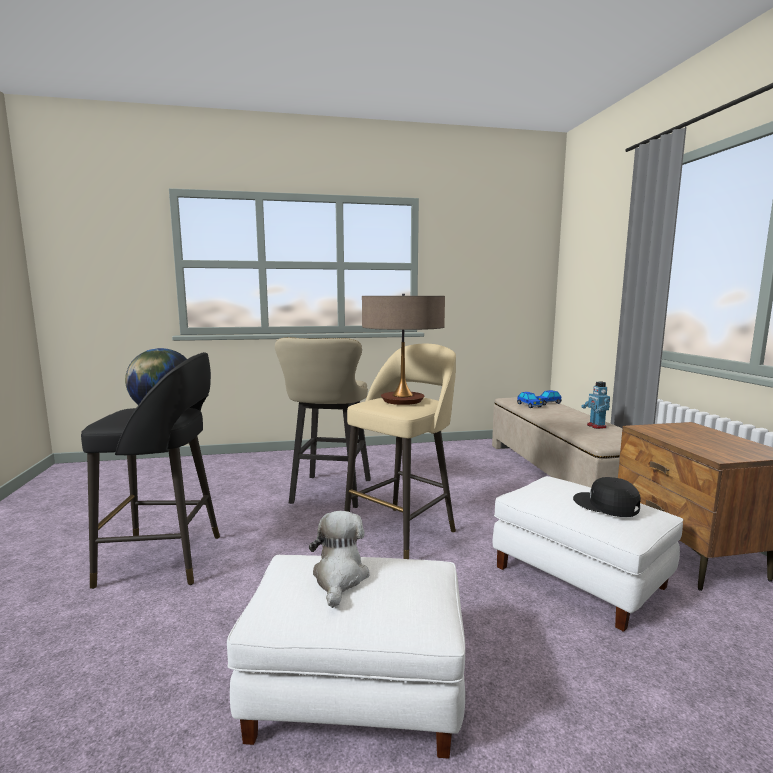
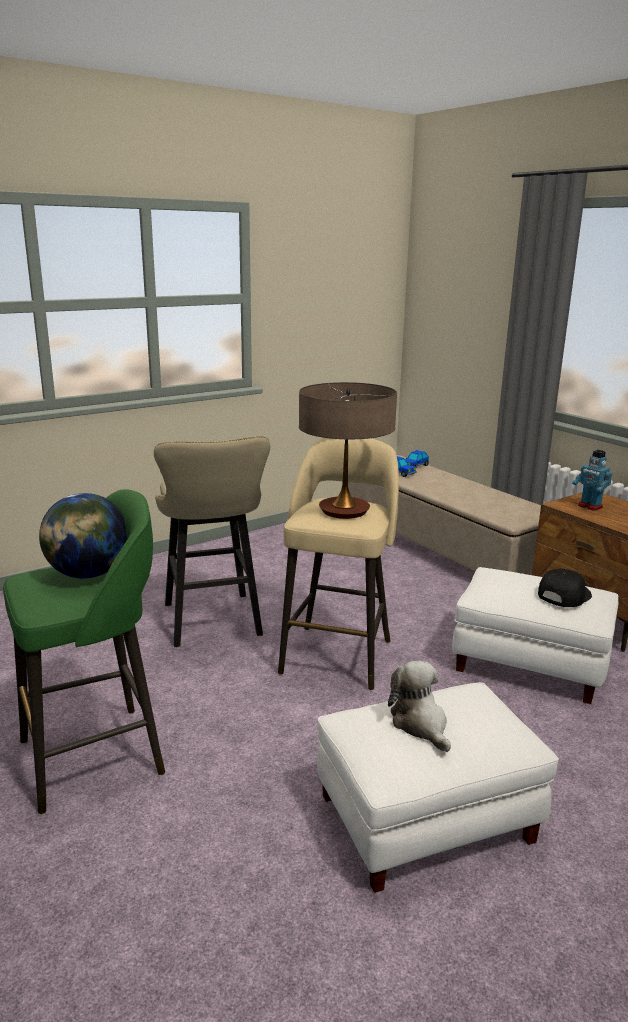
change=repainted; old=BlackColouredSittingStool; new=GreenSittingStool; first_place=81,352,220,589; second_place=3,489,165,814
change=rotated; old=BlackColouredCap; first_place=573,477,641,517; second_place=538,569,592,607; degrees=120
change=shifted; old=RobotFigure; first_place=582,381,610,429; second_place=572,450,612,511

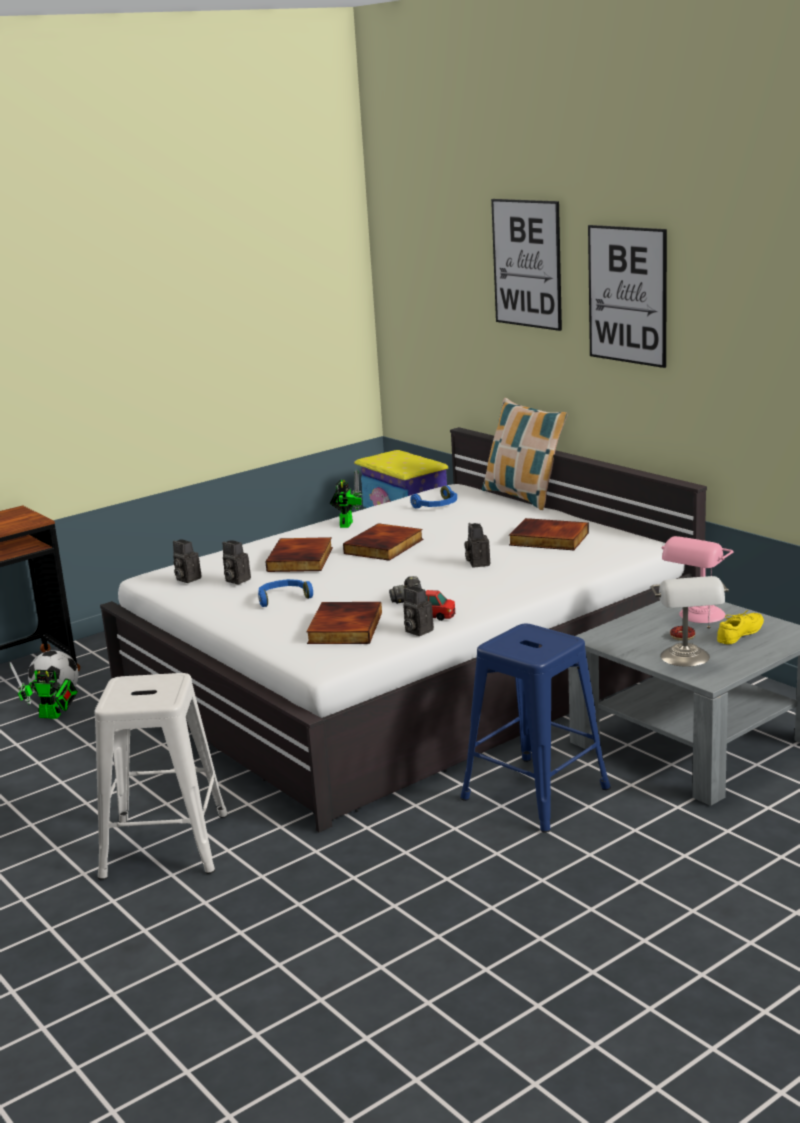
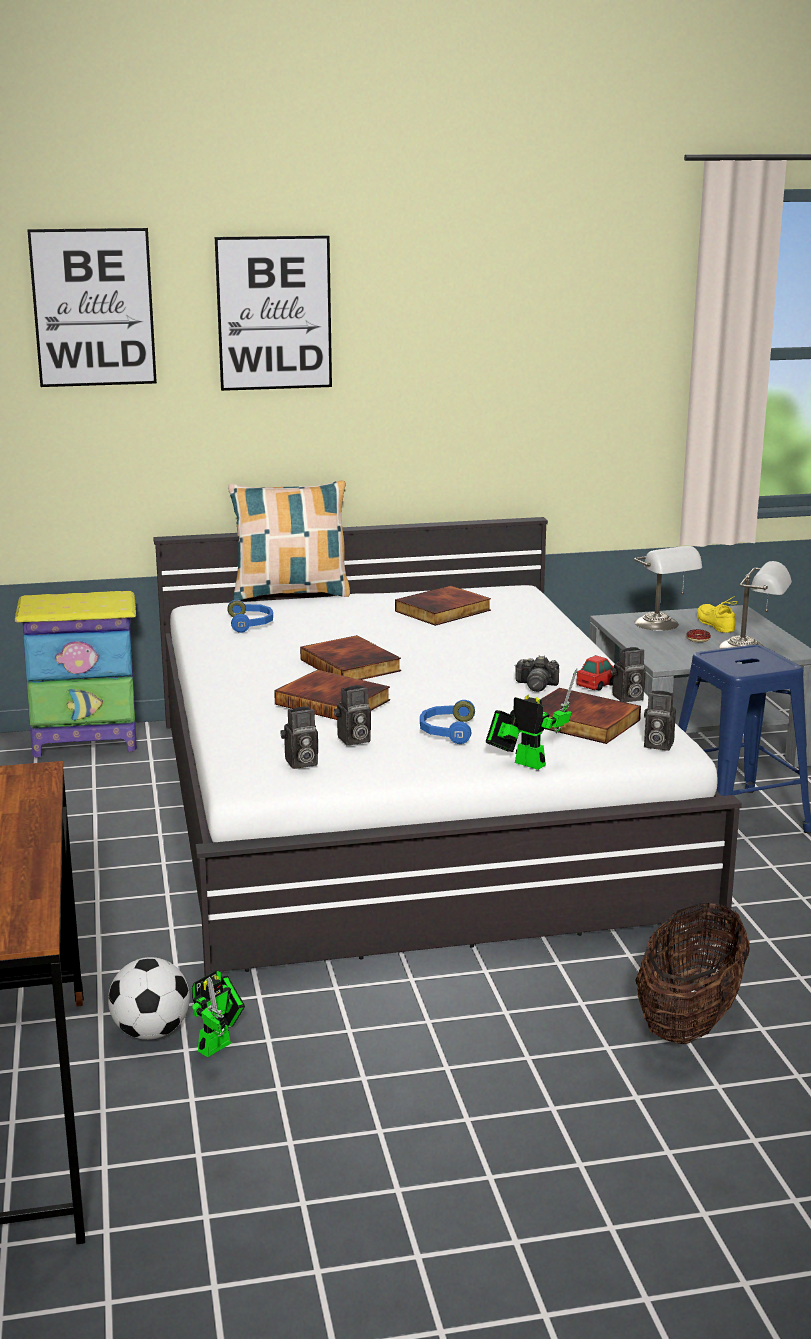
change=shifted; old=WallArt; first_place=588,225,667,368; second_place=27,228,157,387
change=shifted; old=RobotFigure; first_place=330,469,362,528; second_place=486,668,577,770
change=repainted; old=PinkishTabletopLamp; new=WhiteColouredTabletopLamp; first_place=662,536,734,623; second_place=634,546,702,631
change=swapped; old=WhiteColouredSittingStool; new=StorageBasket; first_place=94,673,228,880; second_place=635,903,750,1044
change=shifted; old=PhotoCamera; first_place=464,523,490,568; second_place=644,691,676,751

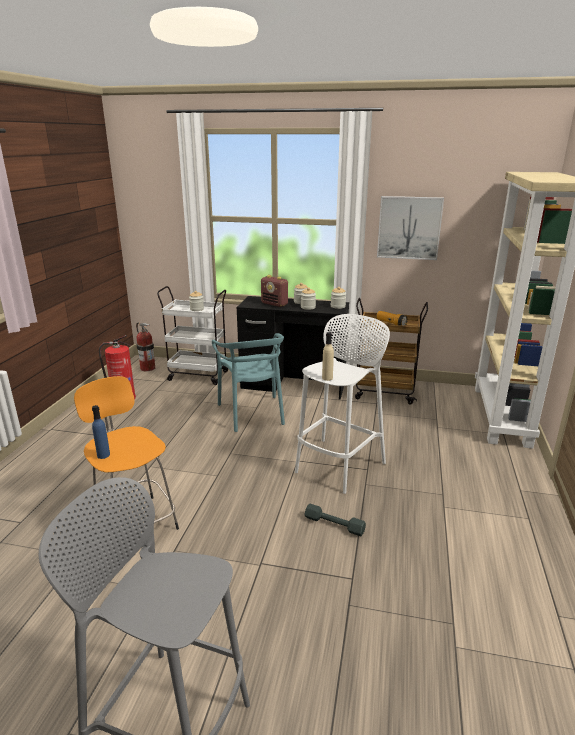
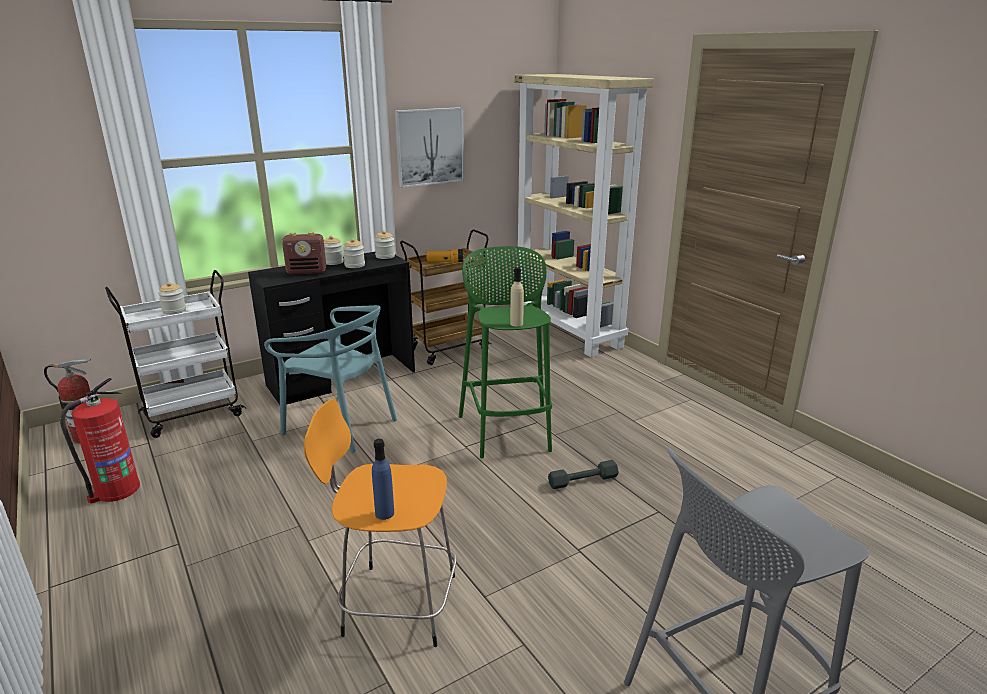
change=repainted; old=WhiteColouredSittingStool; new=GreenSittingStool; first_place=295,314,390,494; second_place=459,246,552,458

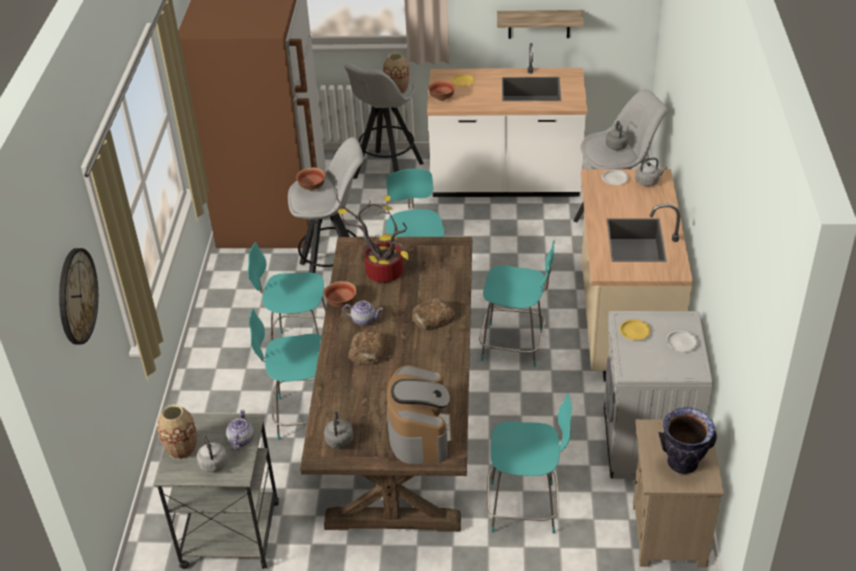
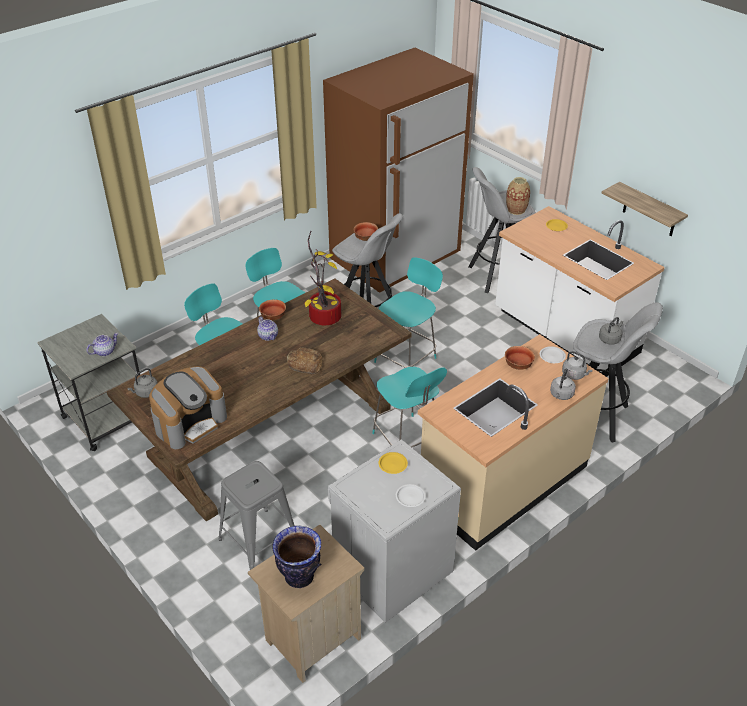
change=swapped; old=TurquoiseColouredChair; new=GreySittingStool; first_place=487,393,572,534; second_place=218,461,295,570
change=shifted; old=DeepDish; first_place=428,80,455,101; second_place=505,346,535,370
change=shifted; old=GreyWaterKettle; first_place=196,435,227,472; second_place=550,369,576,400
change=gone; old=WallClock; first_place=59,248,98,344
change=gone; old=DecorativeVase; first_place=157,404,197,459
change=gone; old=BakeryBread; first_place=348,330,386,365

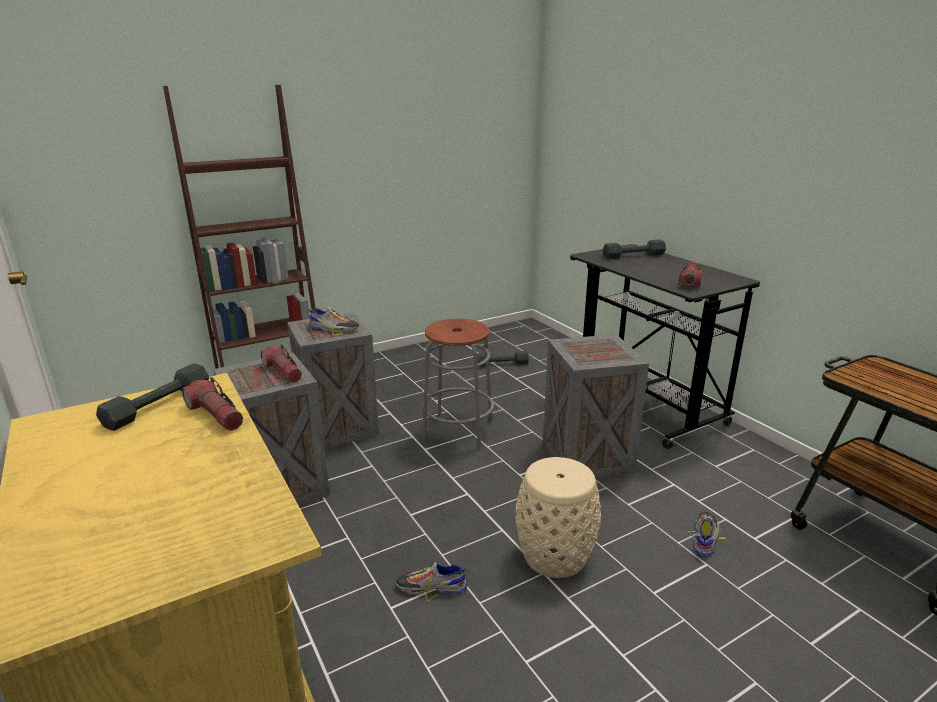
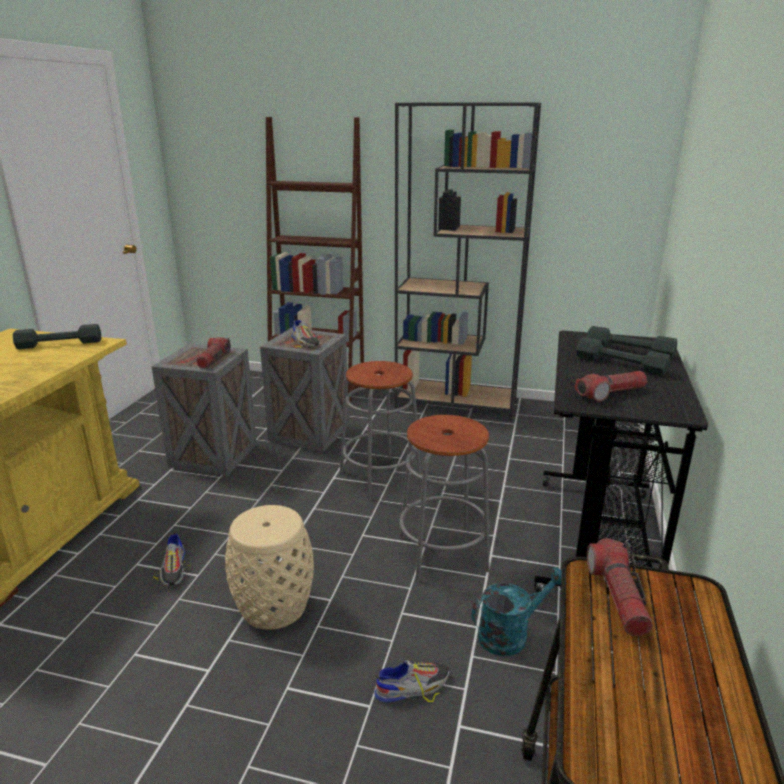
change=rotated; old=ItemOfFootwear; first_place=396,562,468,601; second_place=153,532,191,586; degrees=-150
change=new; new=Bookshelf; second_place=395,102,541,421
change=swapped; old=ShippingCrate; new=GreySittingStool; first_place=543,334,649,478; second_place=399,415,490,582
change=new; new=TurquoiseColouredSprinklingCan; second_place=471,567,562,656
change=shifted; old=GreyHandWeight; first_place=477,351,529,367; second_place=576,337,670,376
change=shifted; old=Flashlight; first_place=182,377,243,431; second_place=587,538,653,636

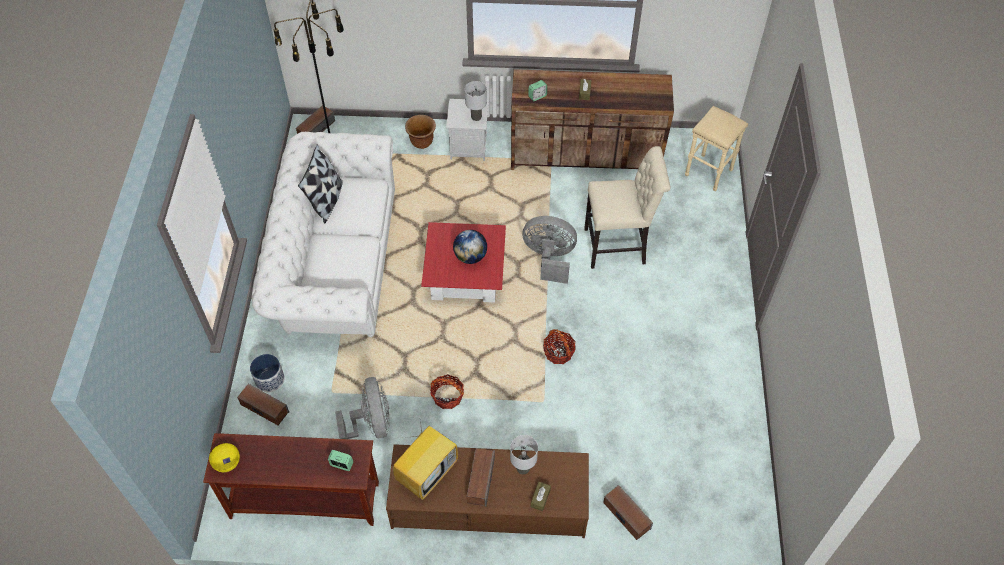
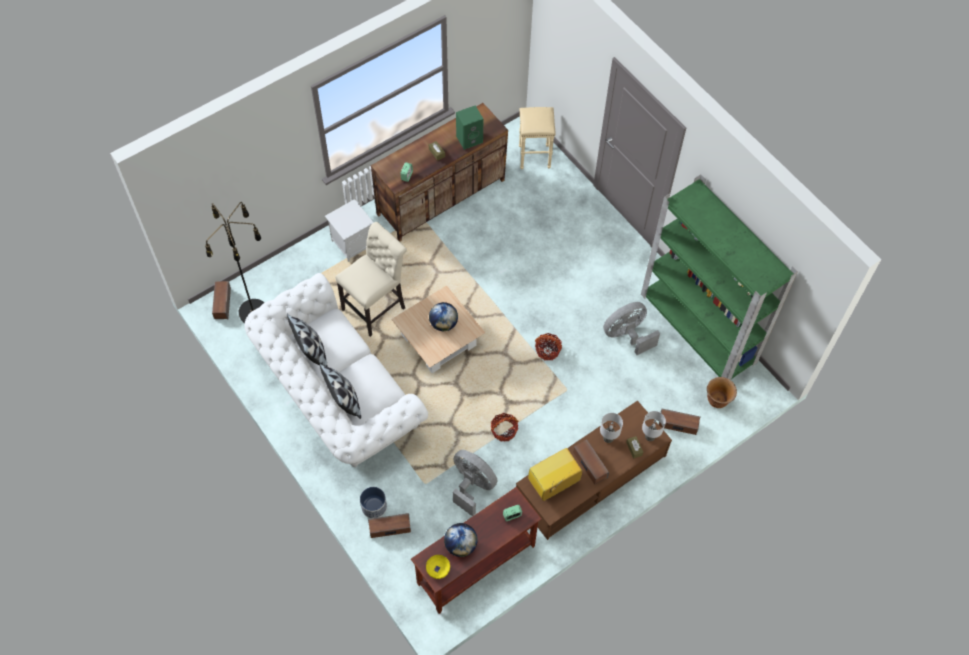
change=new; new=ThrowPillow; second_place=320,364,361,419
change=shifted; old=BeigeColouredSittingStool; first_place=584,146,671,269; second_place=335,222,407,337
change=repainted; old=ReddishLoungeTable; new=BeigeColouredLoungeTable; first_place=421,222,506,303; second_place=391,285,485,373
change=new; new=Globe; second_place=444,523,478,557
change=new; new=GreenAudioSpeaker; second_place=456,105,483,150
change=rotated; old=TvSet; first_place=393,421,458,500; second_place=528,448,582,501; degrees=-120
change=shifted; old=GreyFan; first_place=522,216,577,284; second_place=603,302,660,355
change=new; new=GreenBookshelf; second_place=641,174,798,380
change=shifted; old=WhiteColouredTabletopLamp; first_place=465,81,487,121; second_place=642,411,666,441
change=shifted; old=BrownFlowerPot; first_place=405,115,436,149; second_place=707,377,737,408

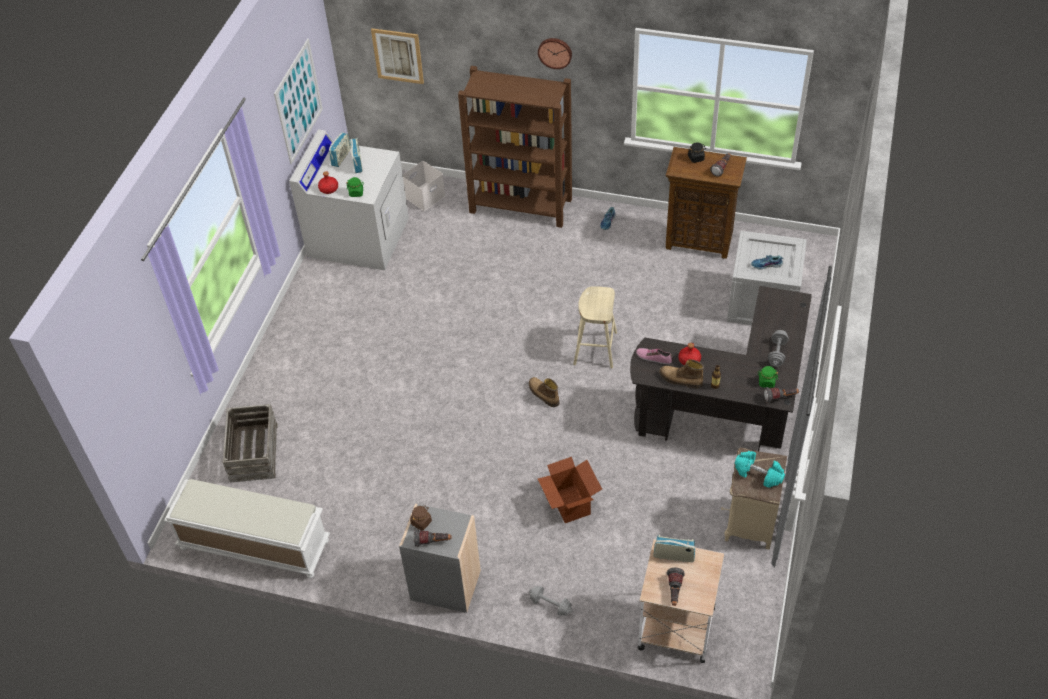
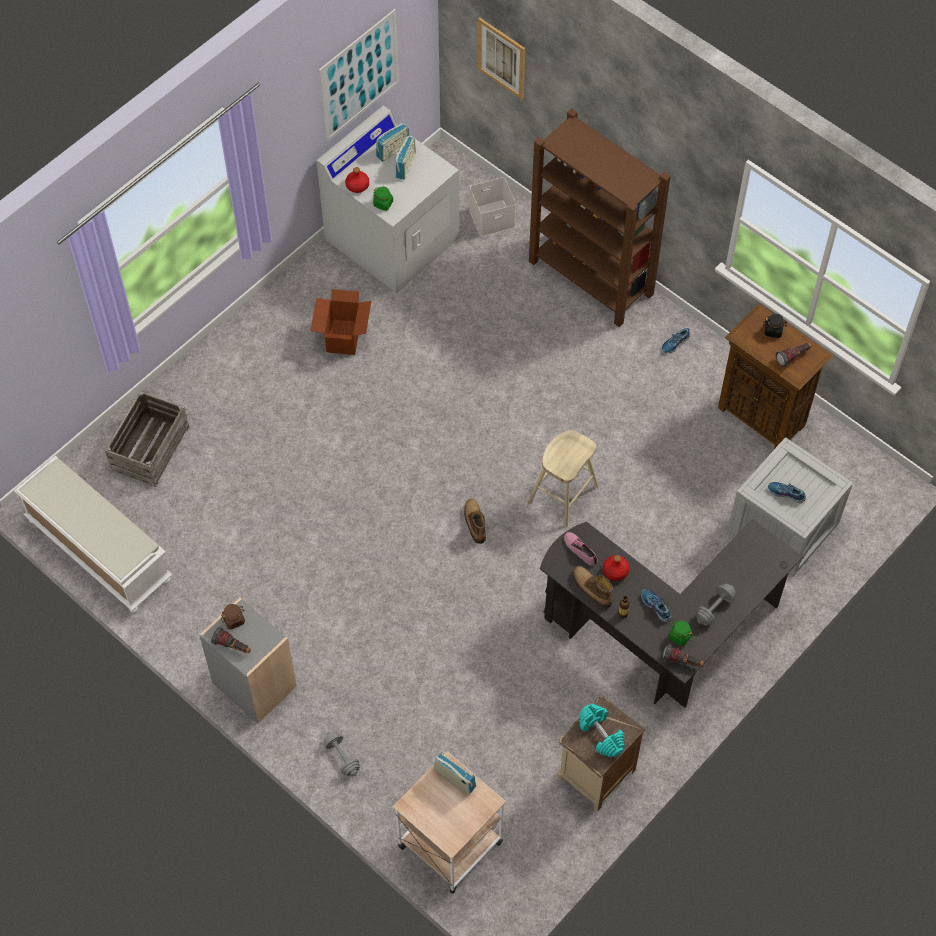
change=shifted; old=Carton; first_place=538,457,602,523; second_place=310,289,371,355
change=new; new=ItemOfFootwear; second_place=641,589,672,622
change=gone; old=WallClock; first_place=538,38,572,69
change=gone; old=Flashlight; first_place=667,568,685,606

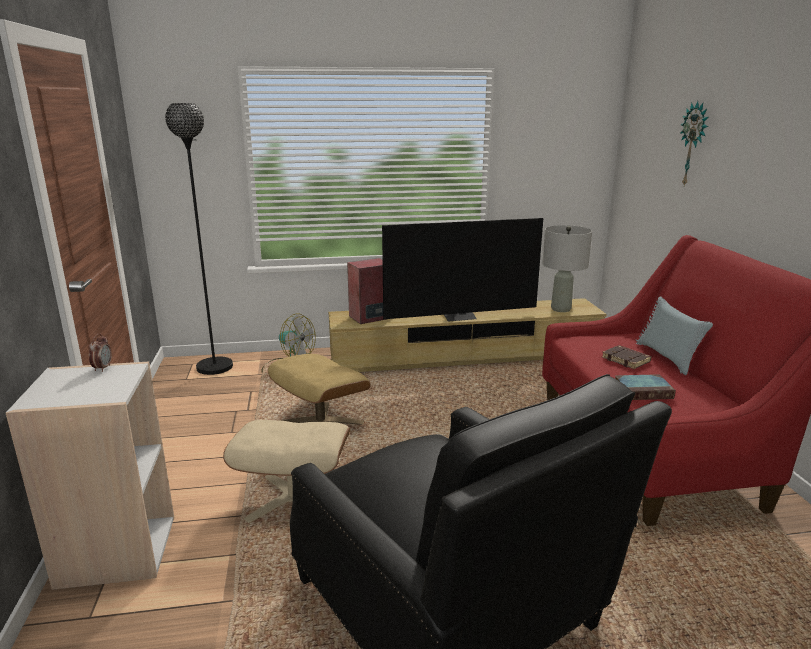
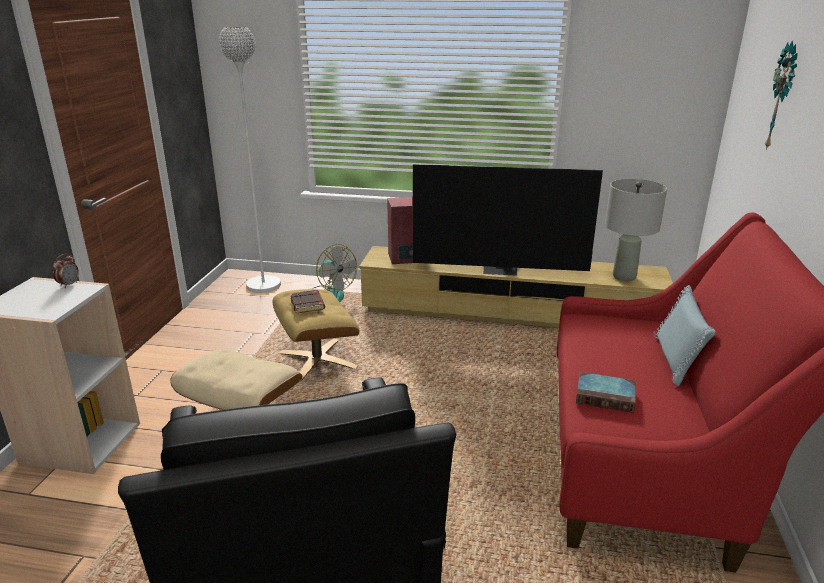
change=repainted; old=BlackColouredStandingLamp; new=WhiteColouredStandingLamp; first_place=165,103,233,375; second_place=218,26,281,293
change=shifted; old=BrownBoundBook; first_place=602,345,652,369; second_place=290,290,325,313

